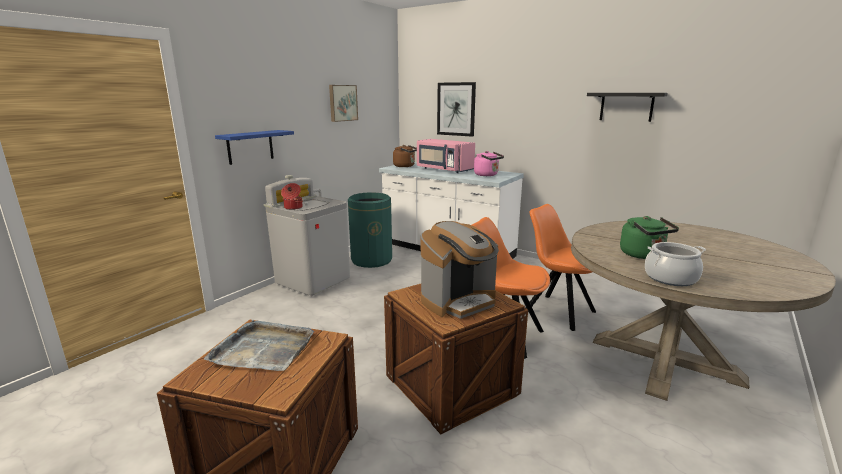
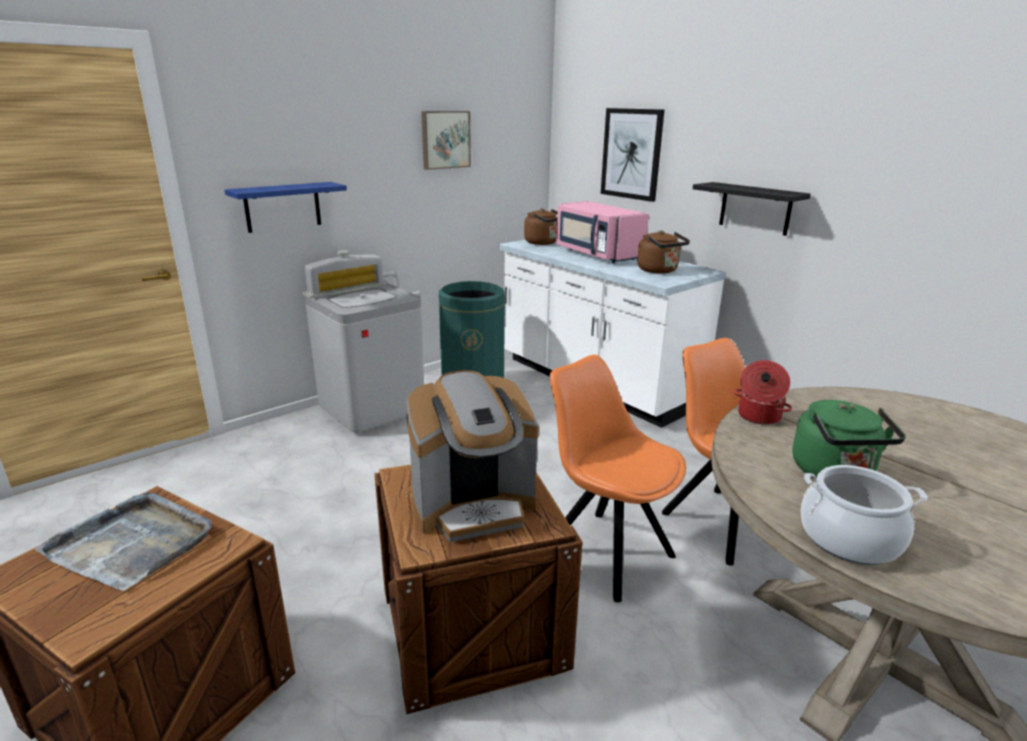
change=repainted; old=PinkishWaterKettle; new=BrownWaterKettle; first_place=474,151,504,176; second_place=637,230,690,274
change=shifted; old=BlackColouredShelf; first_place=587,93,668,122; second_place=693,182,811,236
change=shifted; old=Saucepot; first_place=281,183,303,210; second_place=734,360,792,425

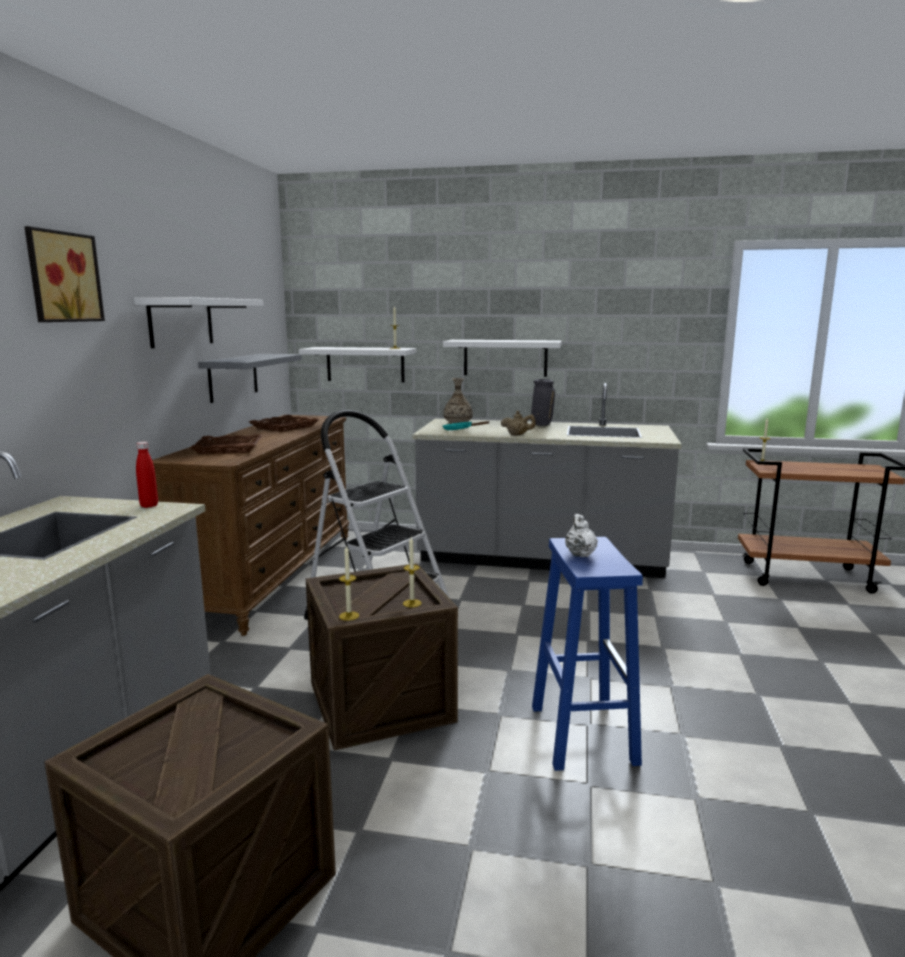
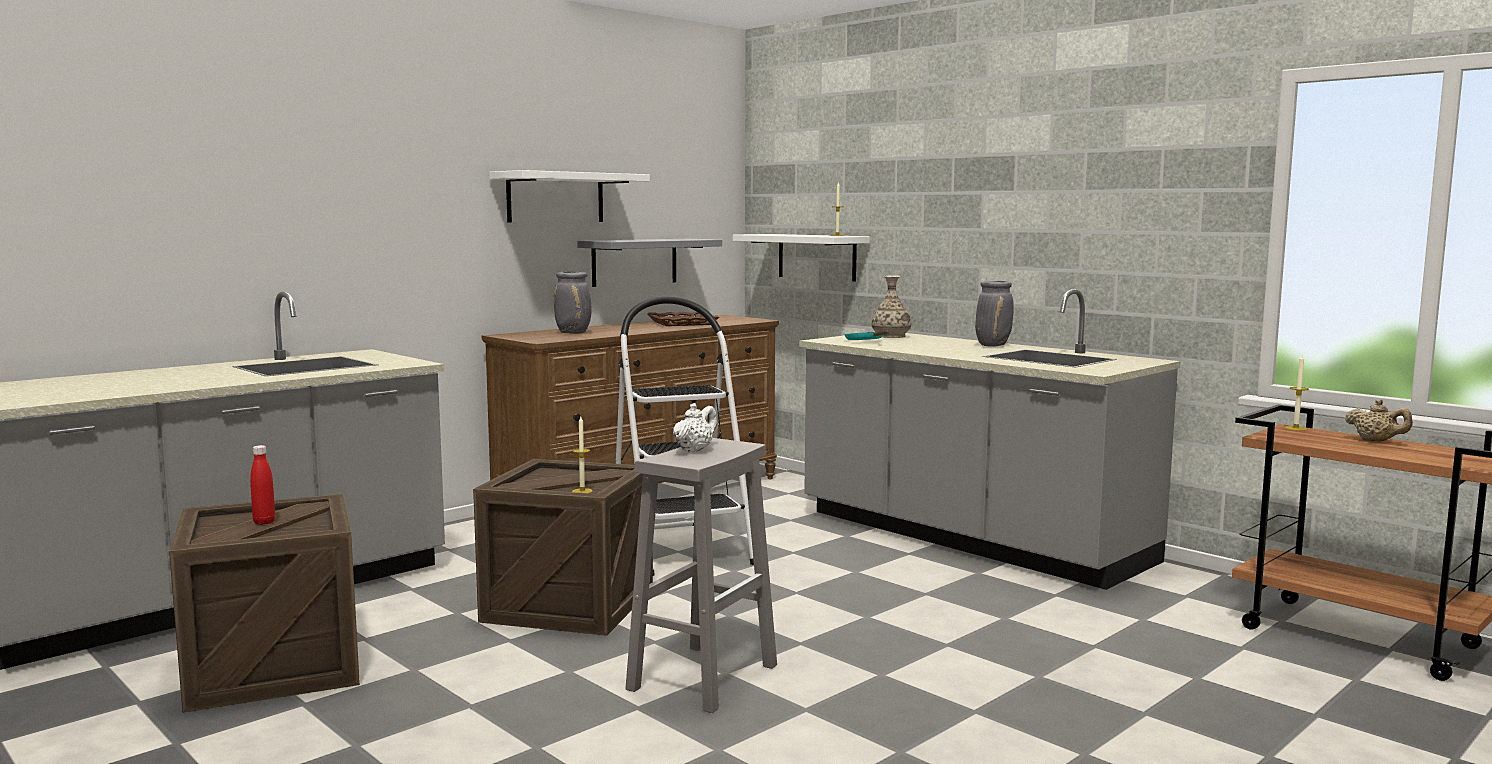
change=shifted; old=ReddishDrinkBottle; first_place=136,442,158,508; second_place=250,445,275,525
change=swapped; old=BrownTray; new=GreyDecorativeVase; first_place=190,435,262,454; second_place=554,271,592,334
change=repainted; old=BlueSittingStool; new=GreySittingStool; first_place=532,537,643,771; second_place=625,438,777,713
change=shifted; old=BeigeColouredTeaPot; first_place=501,411,536,436; second_place=1345,399,1413,442
change=gone; old=WallArt; first_place=24,226,105,322
change=gone; old=WaxCandle; first_place=339,545,359,621
change=gone; old=WhiteColouredShelf; first_place=443,340,562,377

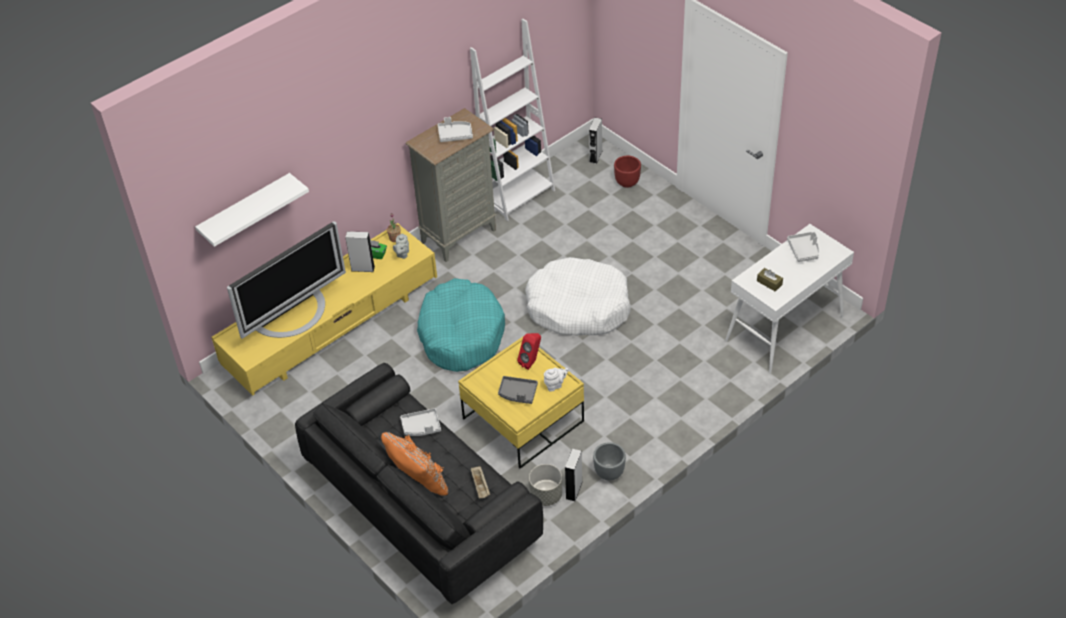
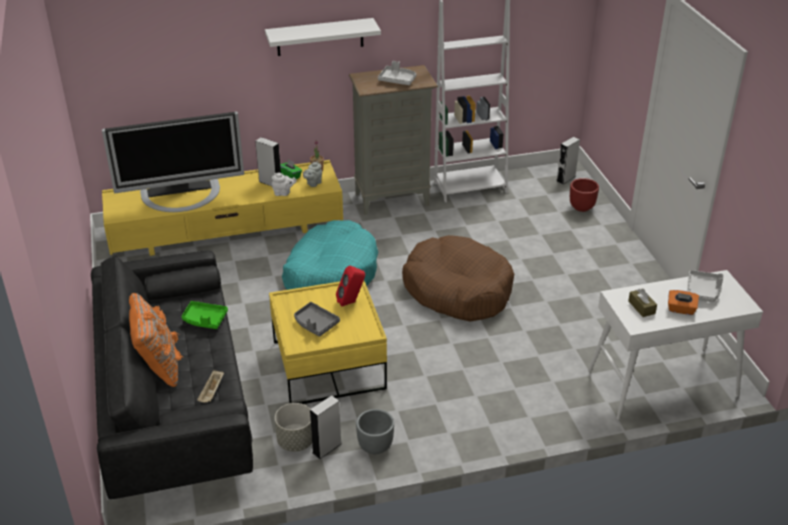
change=repainted; old=GreyTray; new=GreenTray; first_place=400,408,441,436; second_place=182,301,228,329
change=shifted; old=WhiteColouredShelf; first_place=195,173,309,247; second_place=265,18,381,56
change=shifted; old=WhiteColouredTeaPot; first_place=544,368,569,392; second_place=272,173,297,196
change=repainted; old=WhiteColouredDogCushion; new=BrownDogCushion; first_place=525,257,630,336; second_place=402,235,514,321
change=new; new=OrangeColouredBoxOfTissues; second_place=668,290,699,315

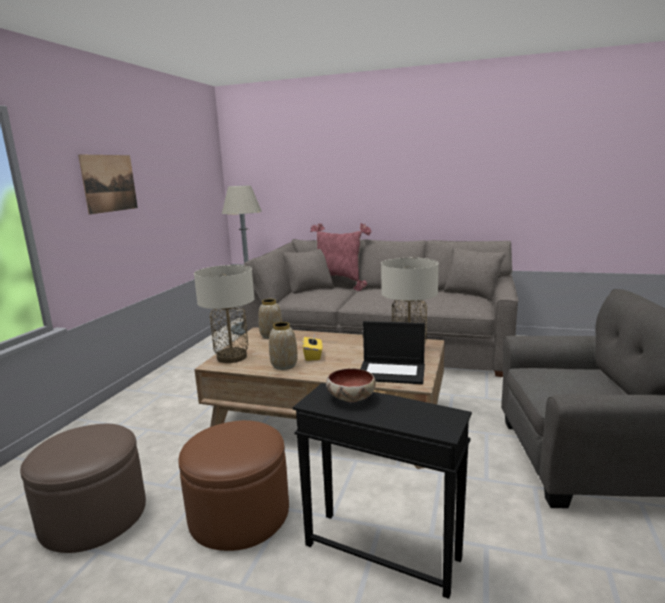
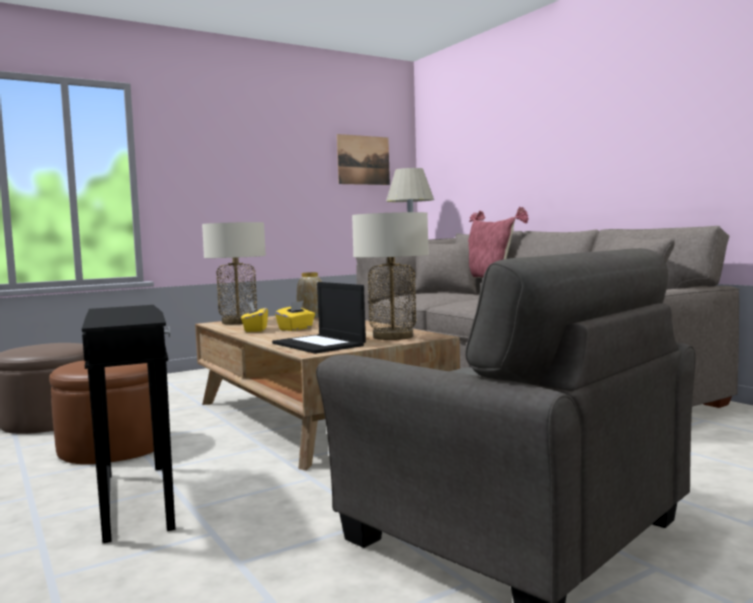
change=swapped; old=DecorativeVase; new=YellowBoxOfTissues; first_place=269,322,298,370; second_place=241,302,268,332
change=shifted; old=WallArt; first_place=78,154,138,215; second_place=337,134,390,185
change=gone; old=DeepDish; first_place=326,368,376,402

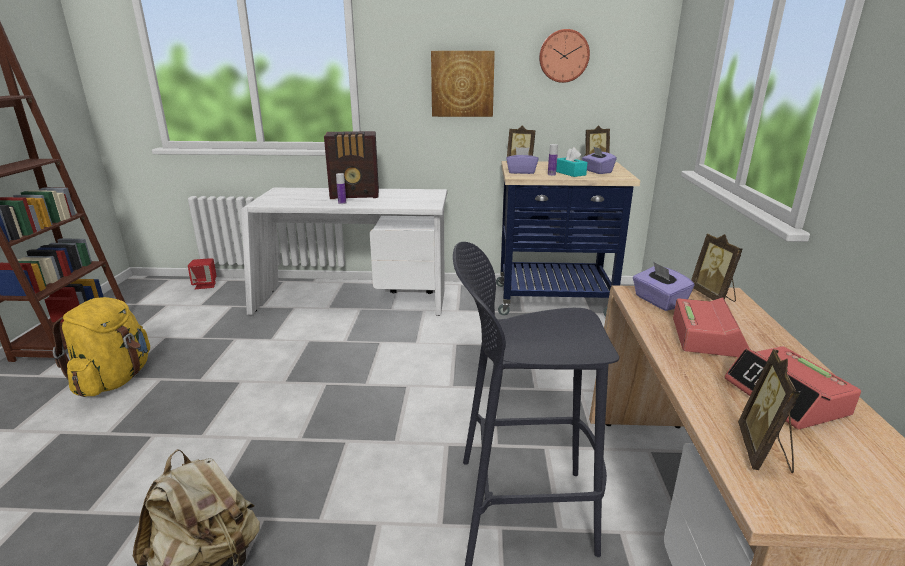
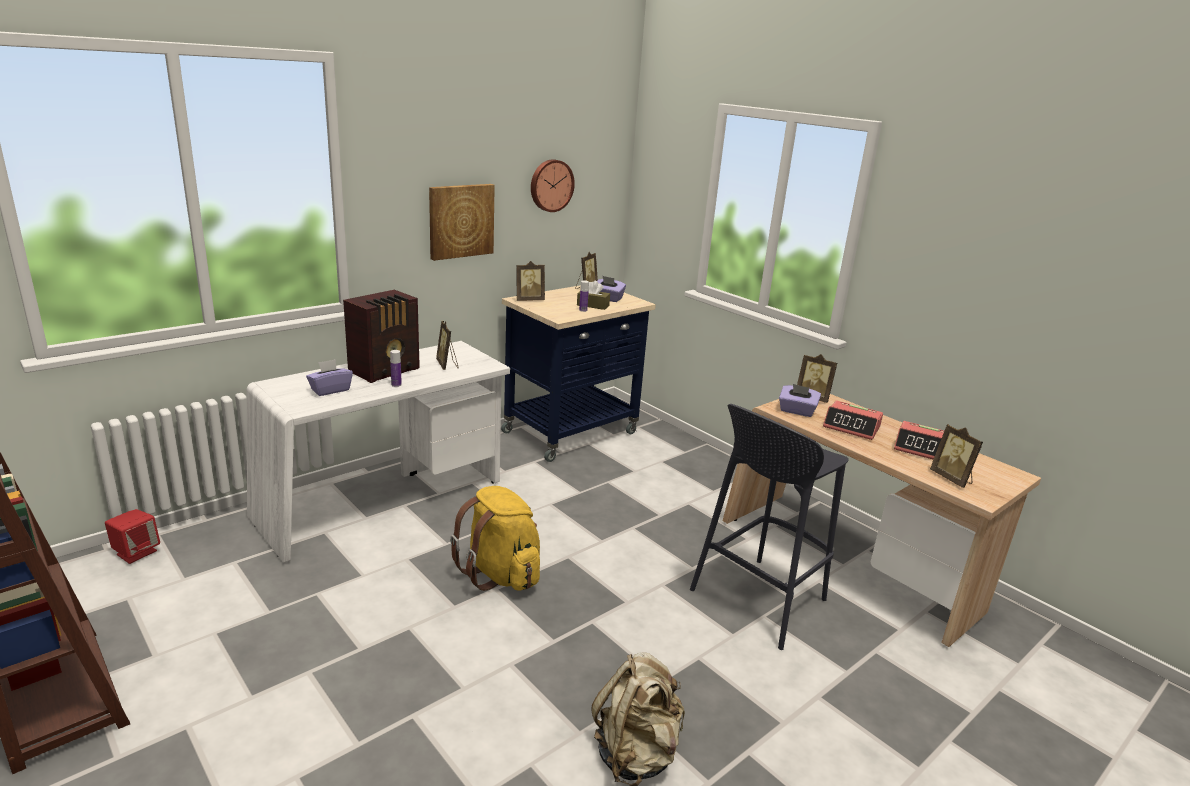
change=shifted; old=PurpleColouredBoxOfTissues; first_place=507,147,538,174; second_place=306,359,353,396
change=new; new=StandingFrame; second_place=436,321,458,370
change=shifted; old=YellowKnapsack; first_place=52,297,150,397; second_place=450,486,540,591
change=repainted; old=TurquoiseColouredBoxOfTissues; new=BrownBoxOfTissues; first_place=556,147,588,177; second_place=577,281,610,310
change=rotated; old=AlarmClock; first_place=673,297,750,357; second_place=823,401,883,440; degrees=150

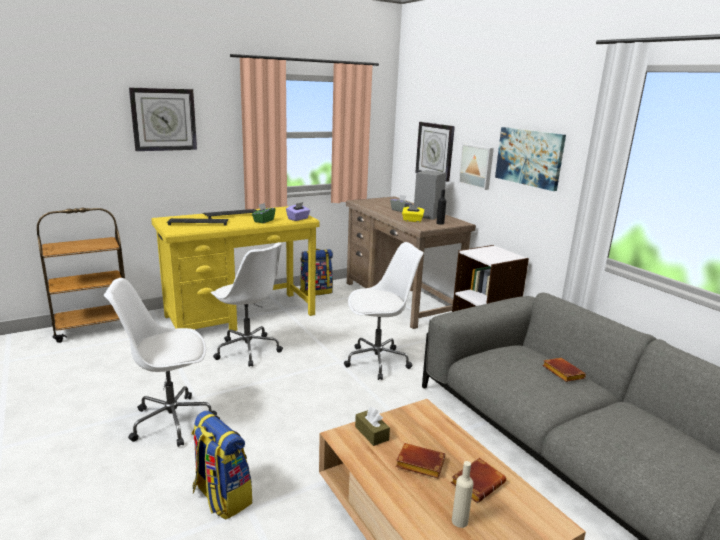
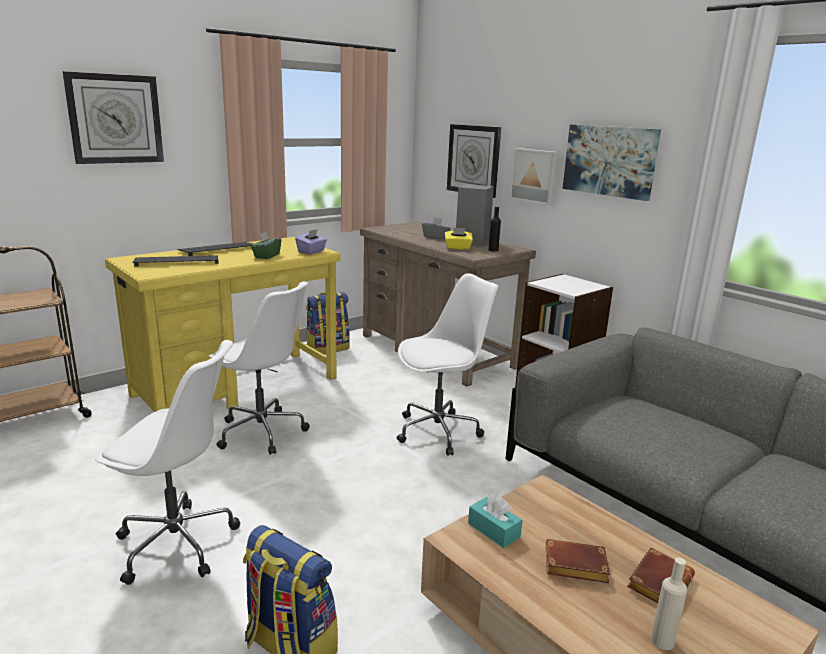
change=rotated; old=WhiteColouredOfficeChair; first_place=104,278,217,447; second_place=95,340,241,585; degrees=-150
change=repainted; old=BrownBoxOfTissues; new=TurquoiseColouredBoxOfTissues; first_place=355,407,390,446; second_place=468,494,522,548
change=gone; old=BrownBoundBook; first_place=542,358,586,382

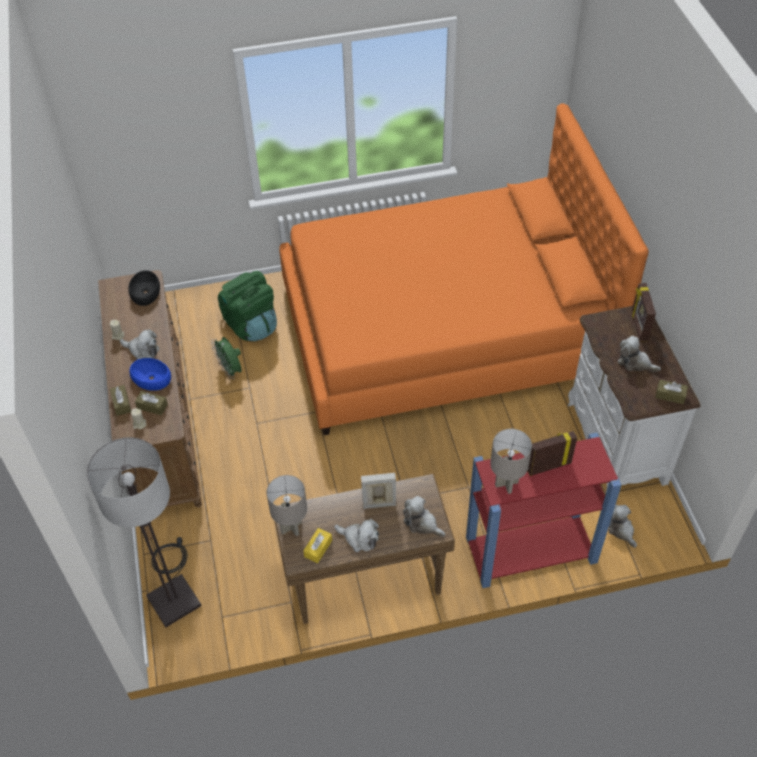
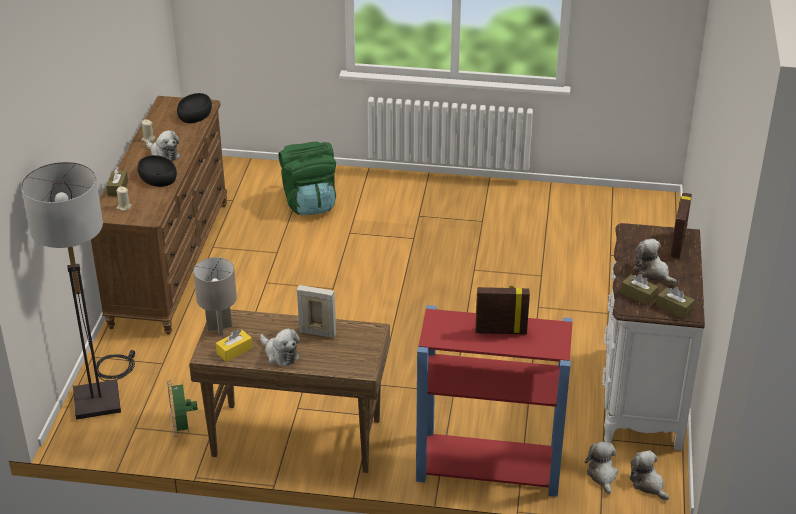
change=repainted; old=BlueDeepDish; new=BlackColouredDeepDish; first_place=129,358,171,391; second_place=138,155,177,187
change=shifted; old=GreenFan; first_place=211,337,241,379; second_place=167,380,198,437
change=shifted; old=BrownBoxOfTissues; first_place=135,391,168,415; second_place=621,274,659,305
change=shifted; old=PlushToy; first_place=403,496,445,537; second_place=629,451,669,500
change=gone; old=OrangeColouredBedroomBed; first_place=279,103,649,435
change=gone; old=GreyTabletopLamp; first_place=490,429,532,494

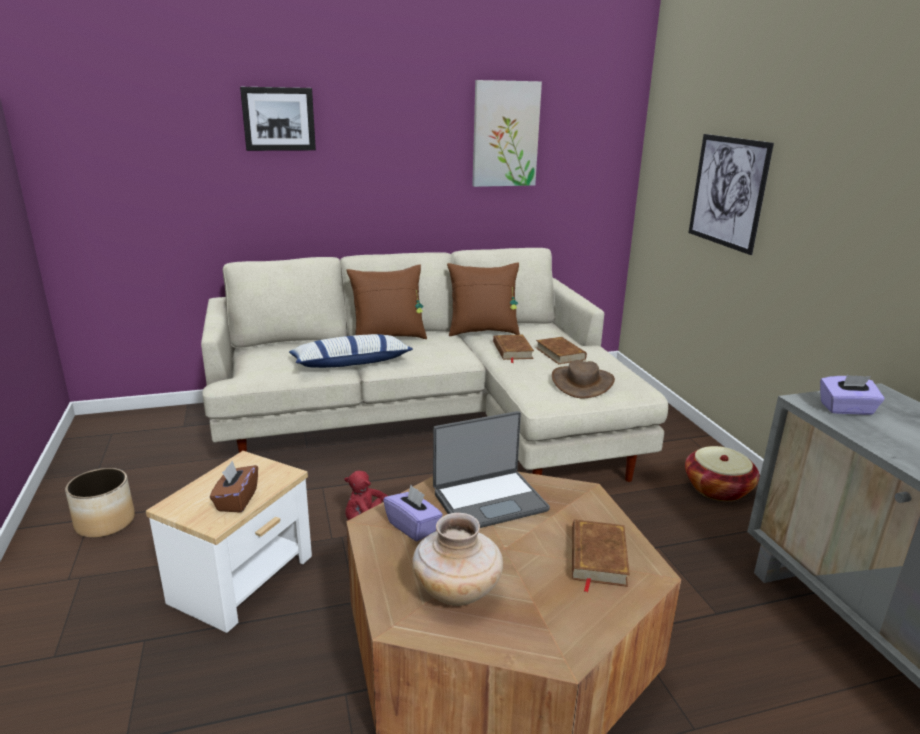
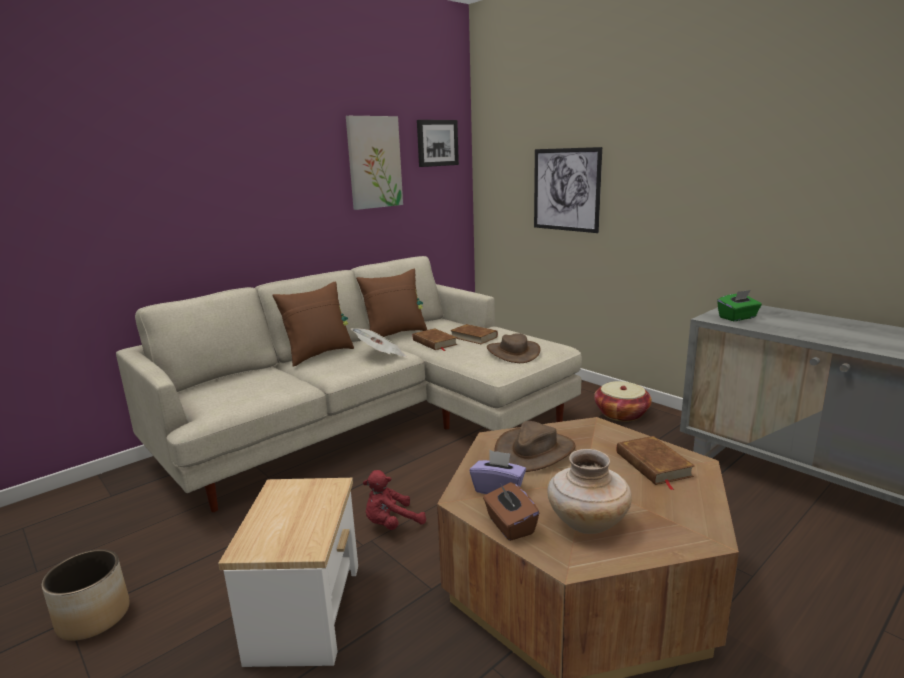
change=new; new=PrintedPaper; second_place=351,328,407,357
change=shifted; old=WallArt; first_place=240,87,316,151; second_place=417,120,459,167
change=shifted; old=BrownBoxOfTissues; first_place=210,461,258,513; second_place=483,482,539,541
change=swapped; old=NotebookComputer; new=BrownHat; first_place=433,411,550,528; second_place=494,421,575,472
change=repainted; old=PurpleColouredBoxOfTissues; new=GreenBoxOfTissues; first_place=820,375,885,415; second_place=717,290,762,321
change=gone; old=ThrowPillow; first_place=289,334,413,368

